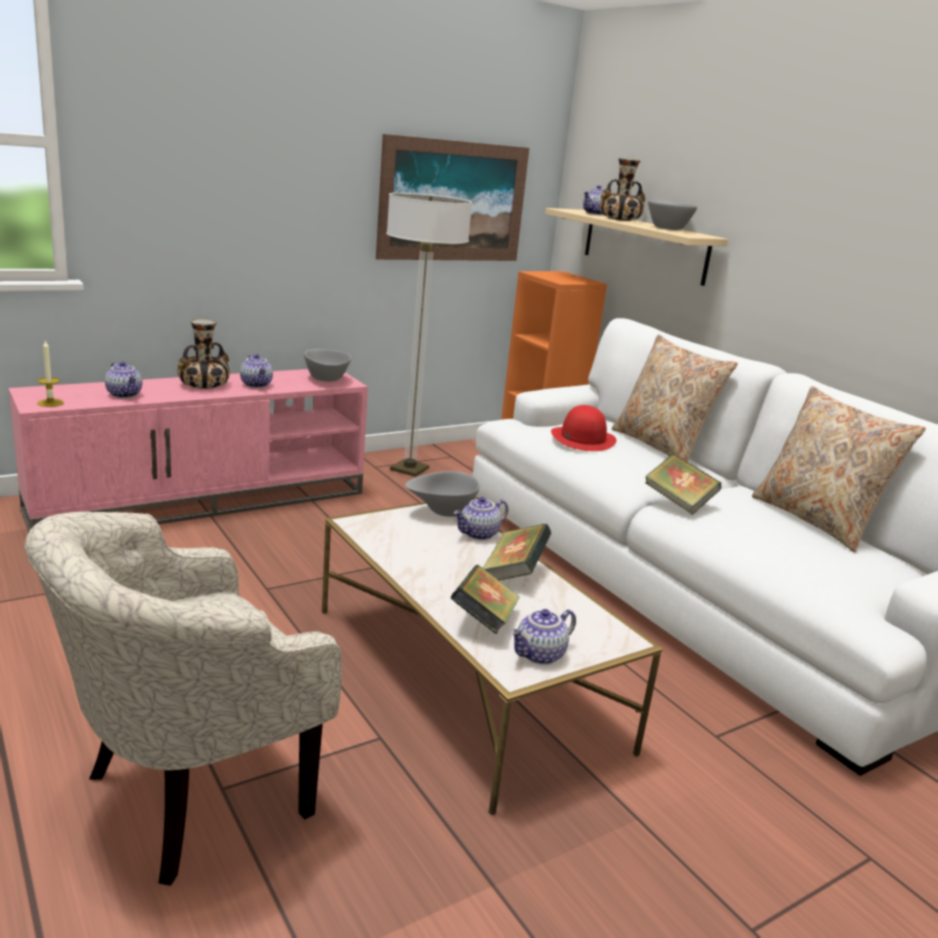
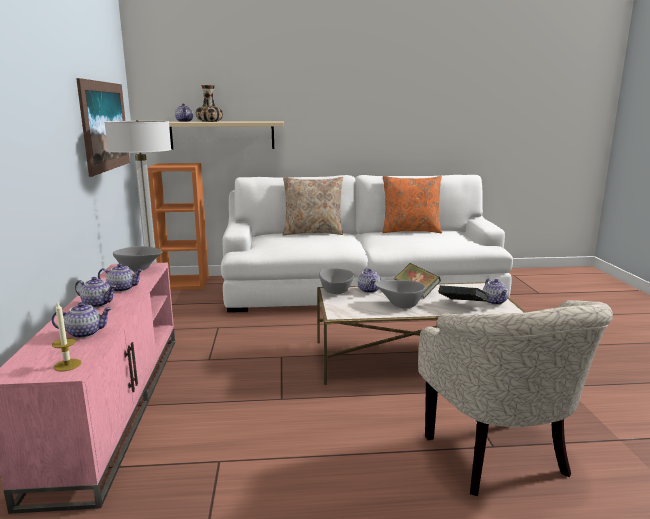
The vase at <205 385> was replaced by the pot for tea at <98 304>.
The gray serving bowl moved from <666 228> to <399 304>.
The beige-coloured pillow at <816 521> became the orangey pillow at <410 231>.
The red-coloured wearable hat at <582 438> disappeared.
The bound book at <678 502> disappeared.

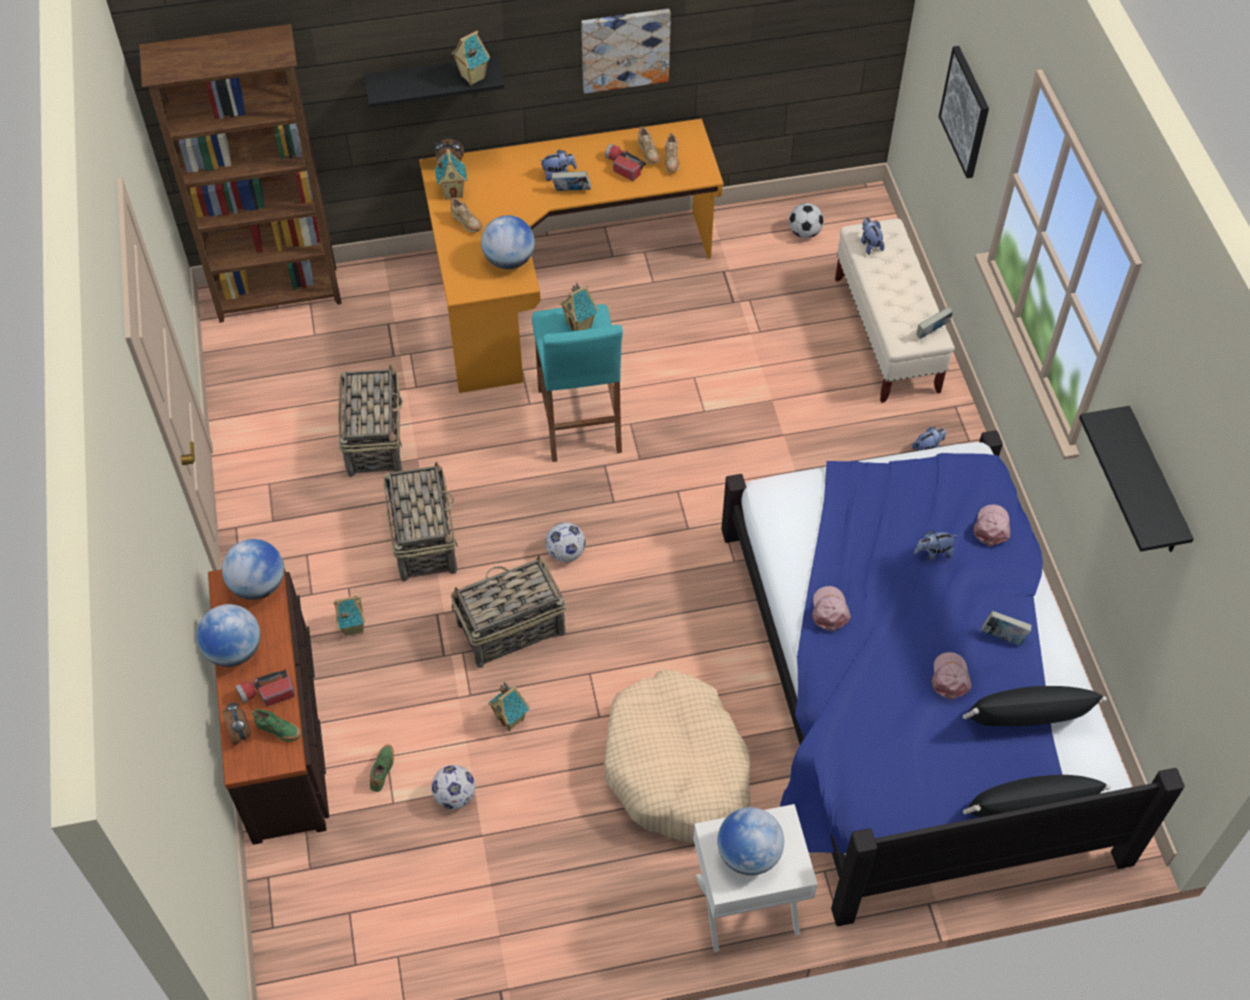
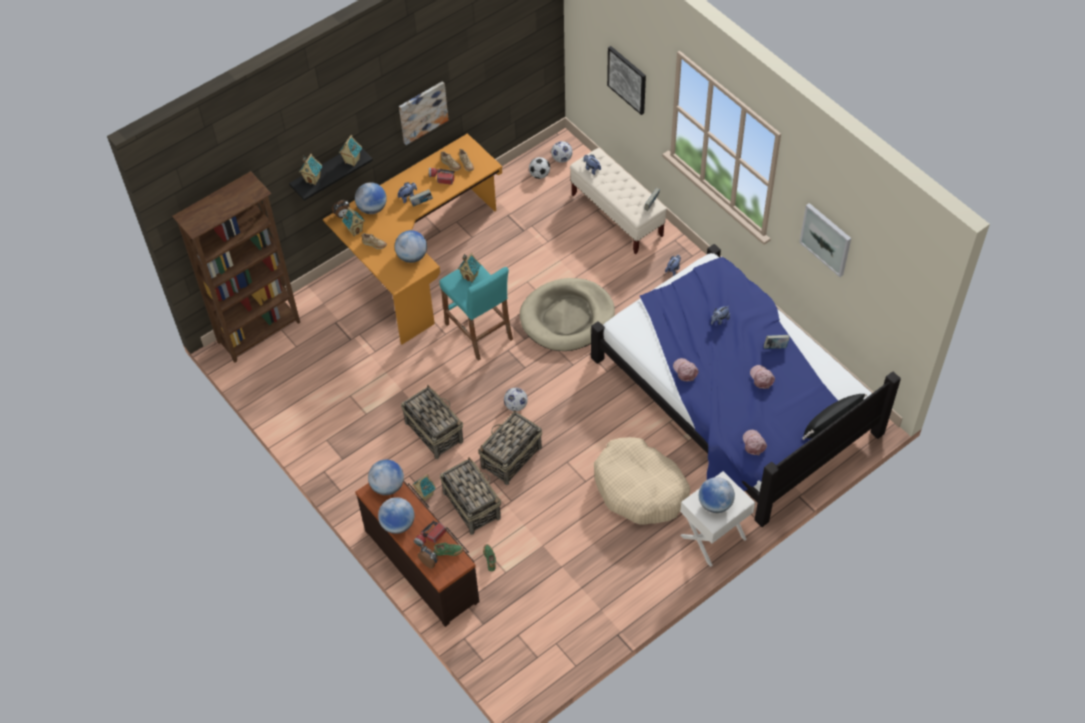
The toy house moved from <511 719> to <313 179>.
The world globe at <372 208> appeared.
The storage basket moved from <375 438> to <471 505>.
The beige-coloured pet bed at <567 317> appeared.
The football moved from <455 796> to <562 159>.
The pinkish cap moved from <992 527> to <754 443>.
The blackish wall shelf at <1154 485> was replaced by the picture at <826 239>.
The blackish pillow at <1027 717> disappeared.

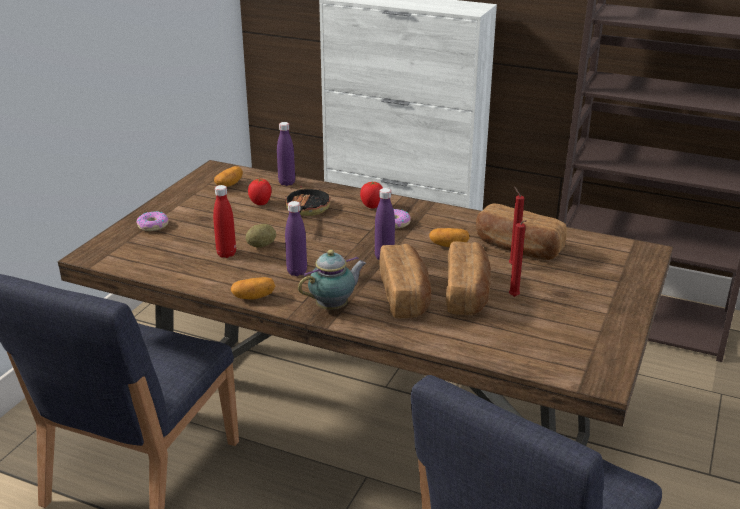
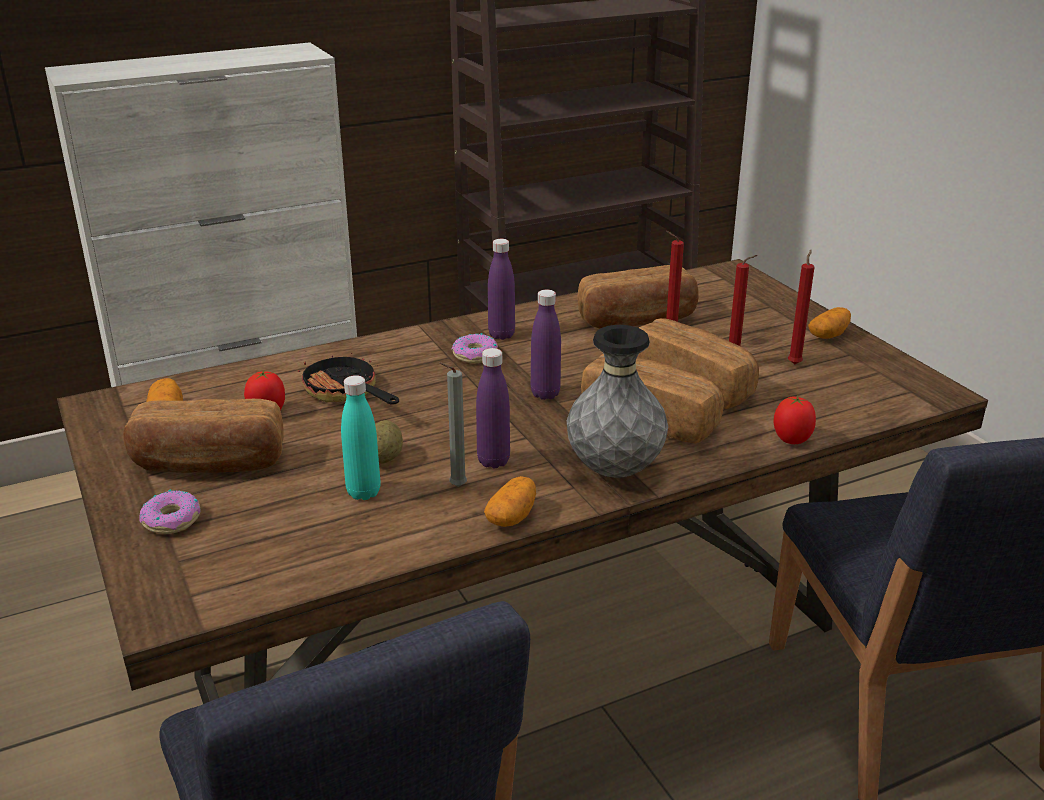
The baked bread at <209 463> appeared.
The red-coloured drink bottle at <226 254> became the turquoise drink bottle at <363 492>.
The gray candle at <455 487> appeared.
The purplish drink bottle moved from <286 183> to <501 335>.
The pot for tea at <334 307> was replaced by the gray vase at <615 471>.
The fresh tomato moved from <372 206> to <792 441>.
The red-coloured candle at <795 363> appeared.
The potato moved from <448 245> to <828 335>.

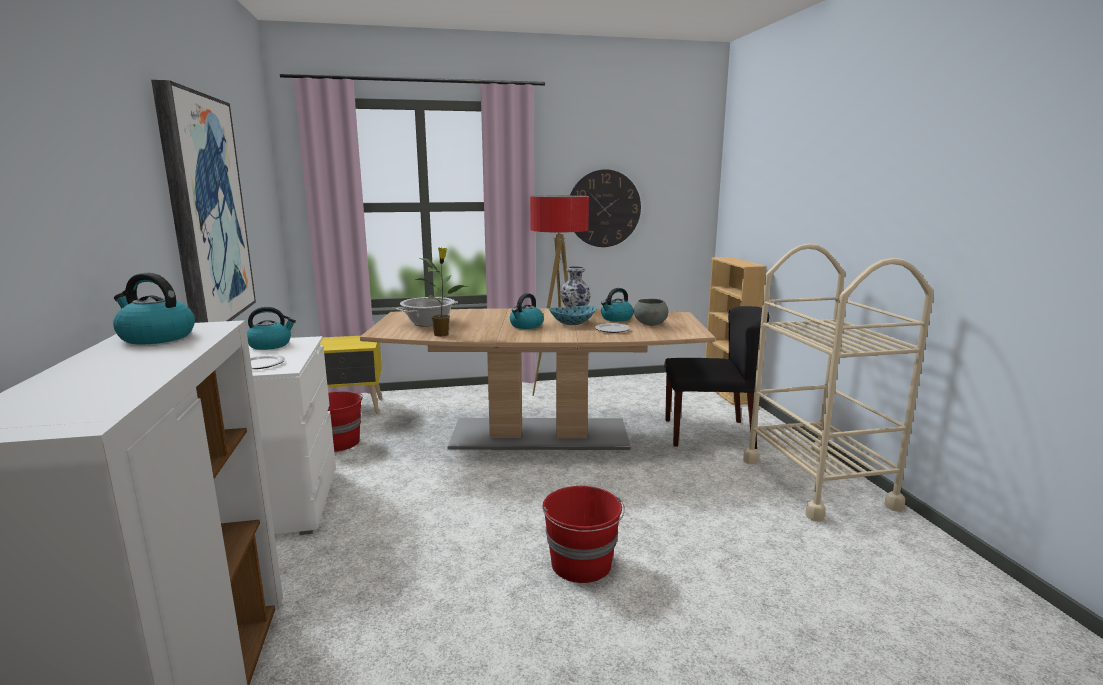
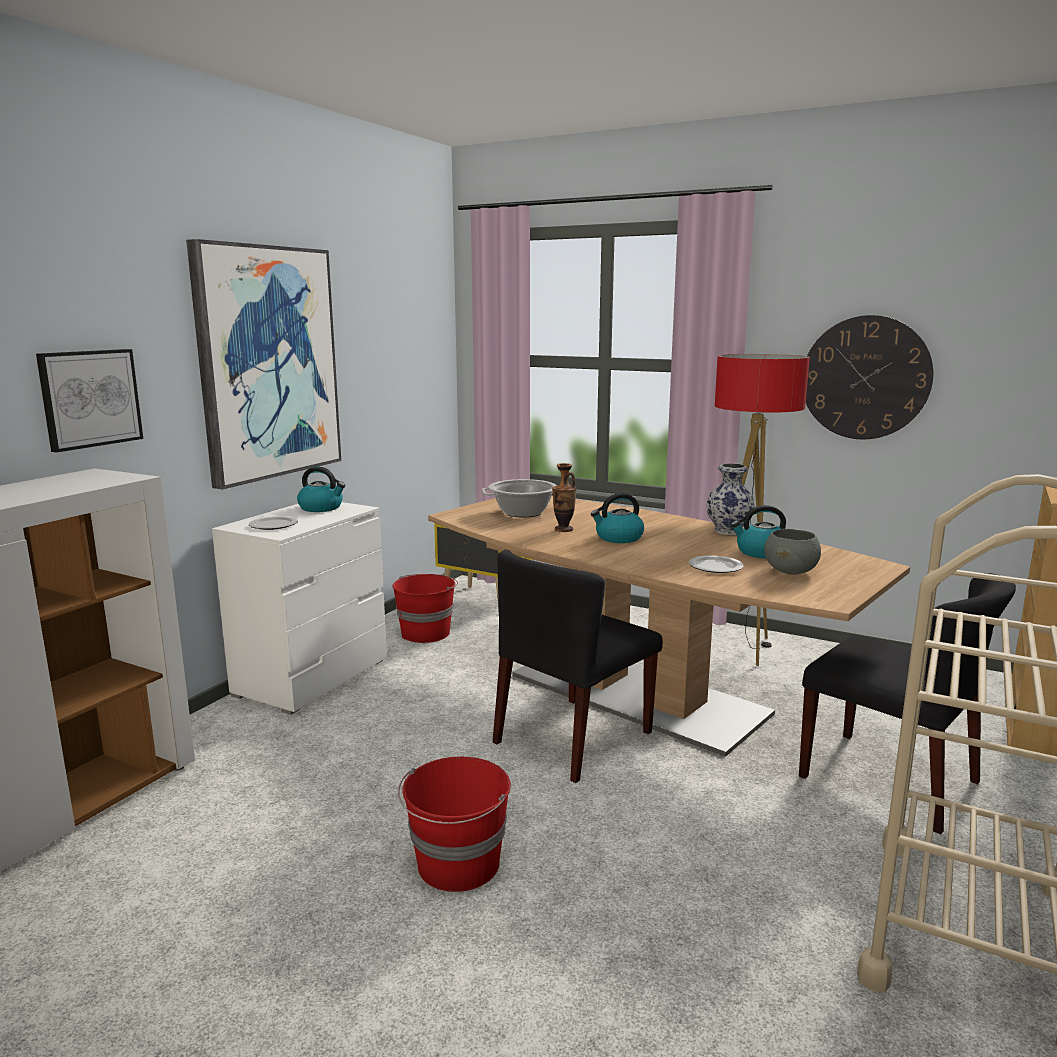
The picture at <90 398> appeared.
The blackish plain chair at <573 738> appeared.
The vase at <563 529> appeared.
The kettle at <156 337> disappeared.
The houseplant at <442 334> disappeared.
The serving bowl at <572 323> disappeared.

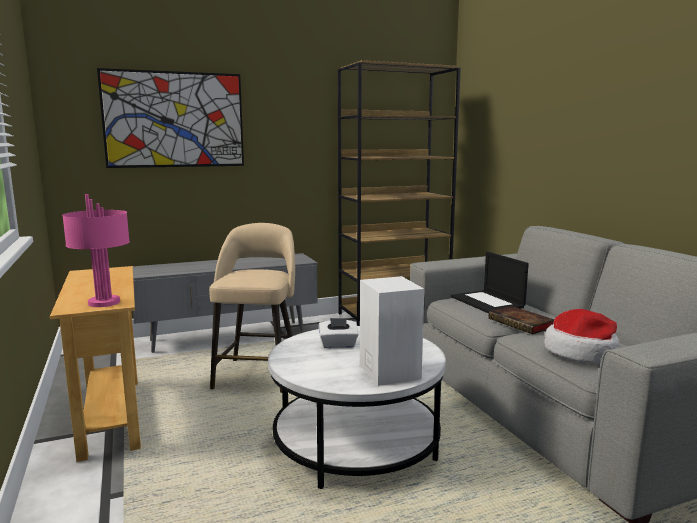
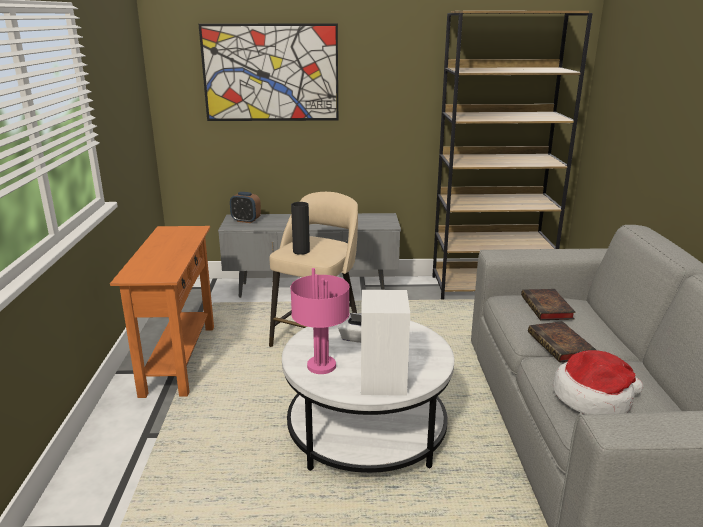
The beige-coloured narrow table at <111 416> became the orangey narrow table at <179 359>.
The alarm clock at <246 221> appeared.
The pinkish lamp for a table moved from <104 302> to <322 365>.
The blackish vase at <301 251> appeared.
The notebook computer at <488 302> was replaced by the bound book at <548 308>.

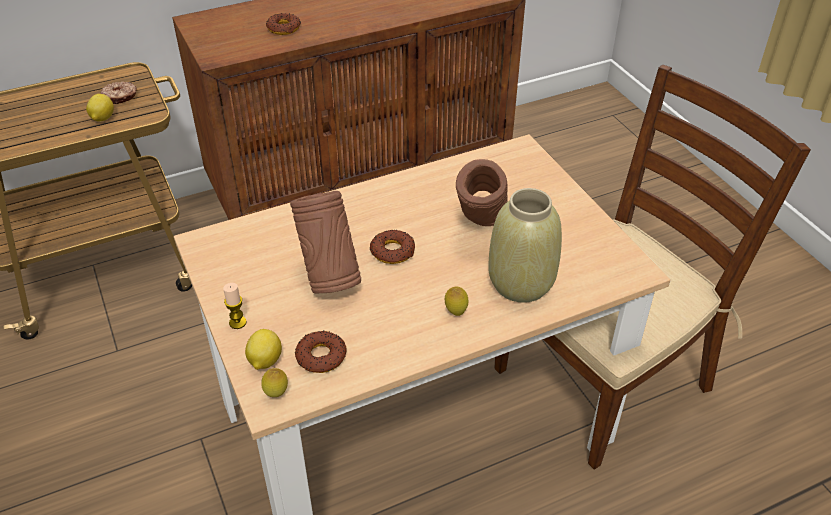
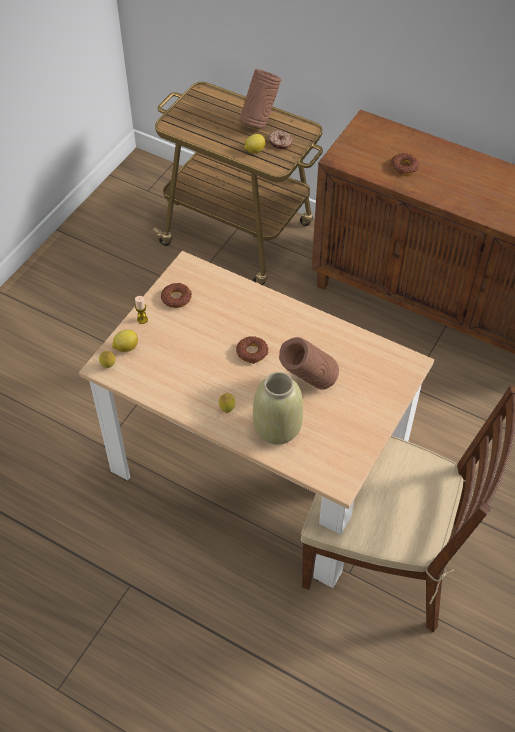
The ring doughnut moved from <321 356> to <176 298>.
The brown vase moved from <329 278> to <259 121>.

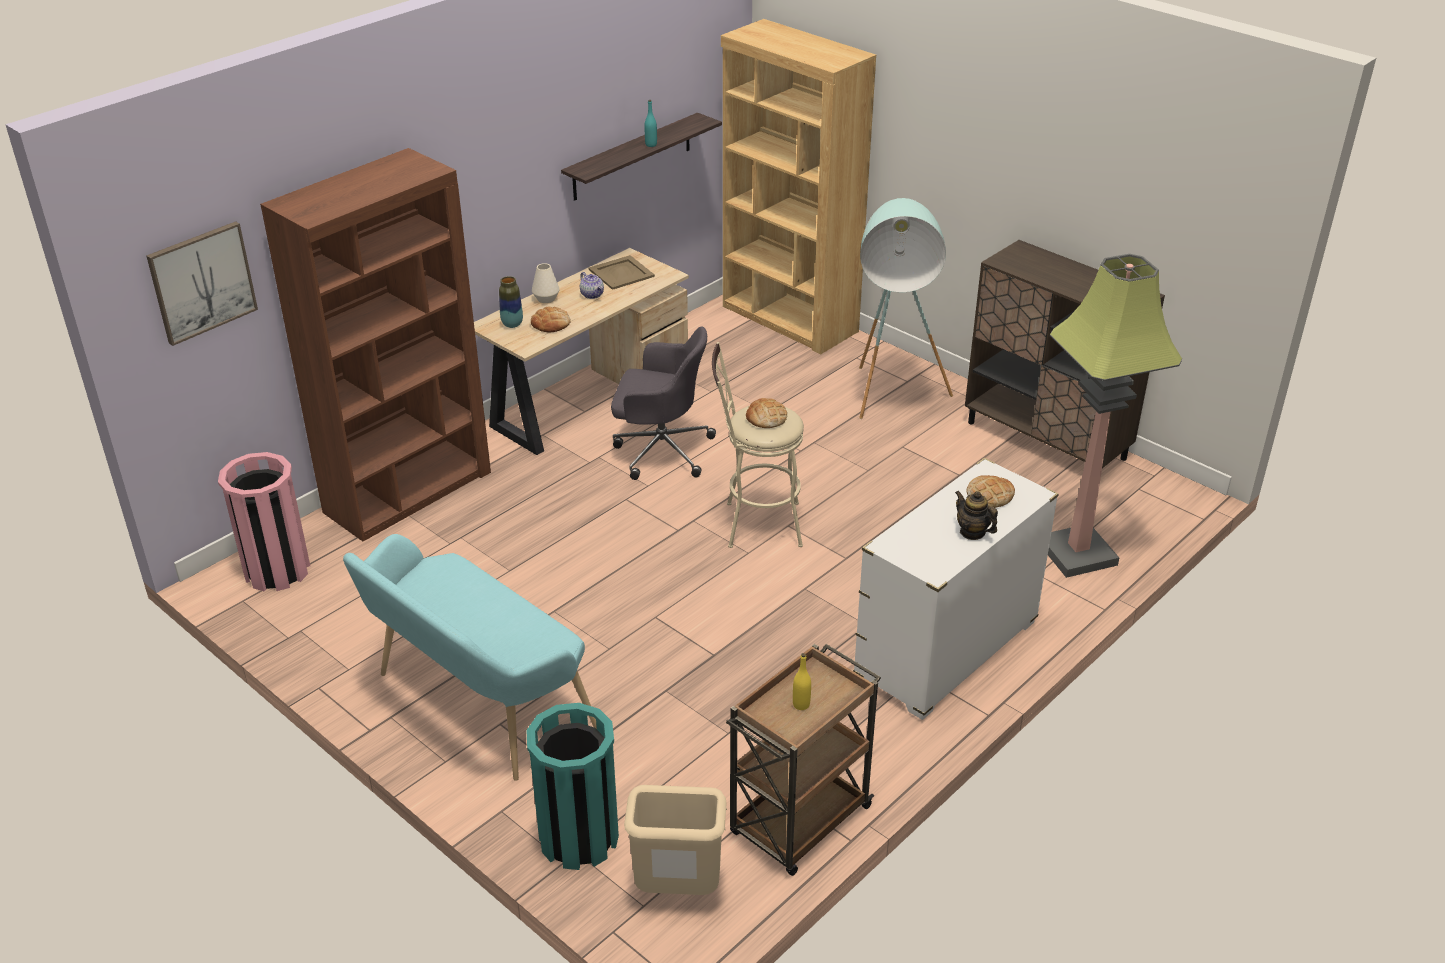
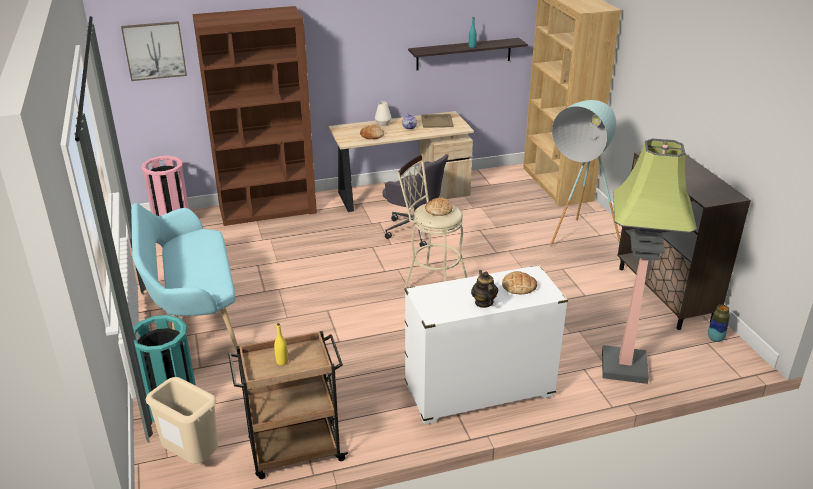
The vase moved from <512 324> to <715 338>.

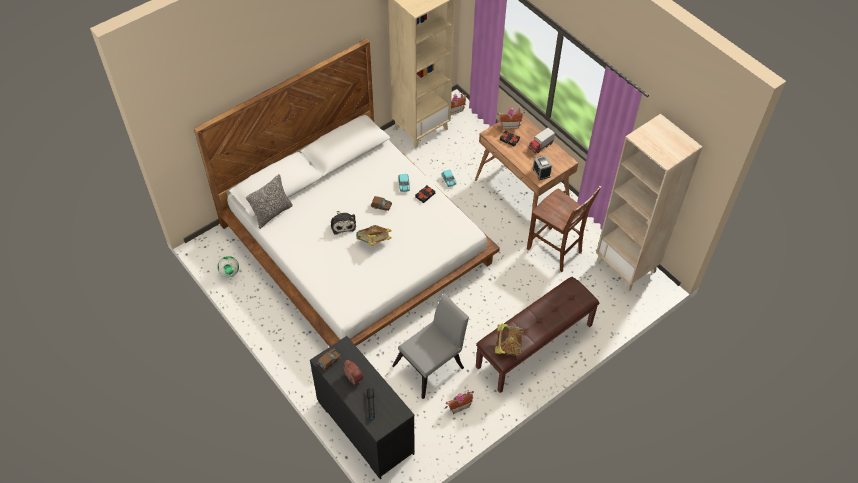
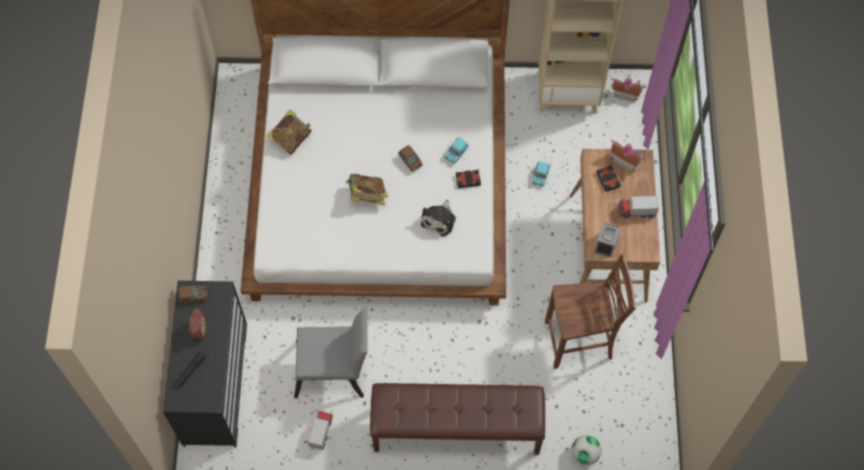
The bound book moved from <508 346> to <291 139>.
The toy house at <458 406> was replaced by the toy lorry at <321 432>.
The soft toy moved from <343 224> to <439 220>.
The brown plain chair at <555 251> turned 90 degrees counterclockwise.
The football moved from <229 272> to <584 454>.
The pillow at <272 213> disappeared.
The beige-coloured shelving unit at <626 266> disappeared.

